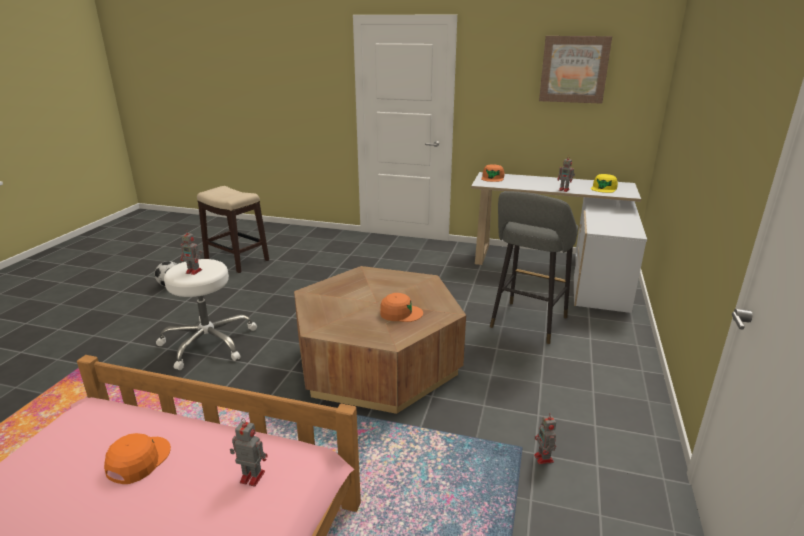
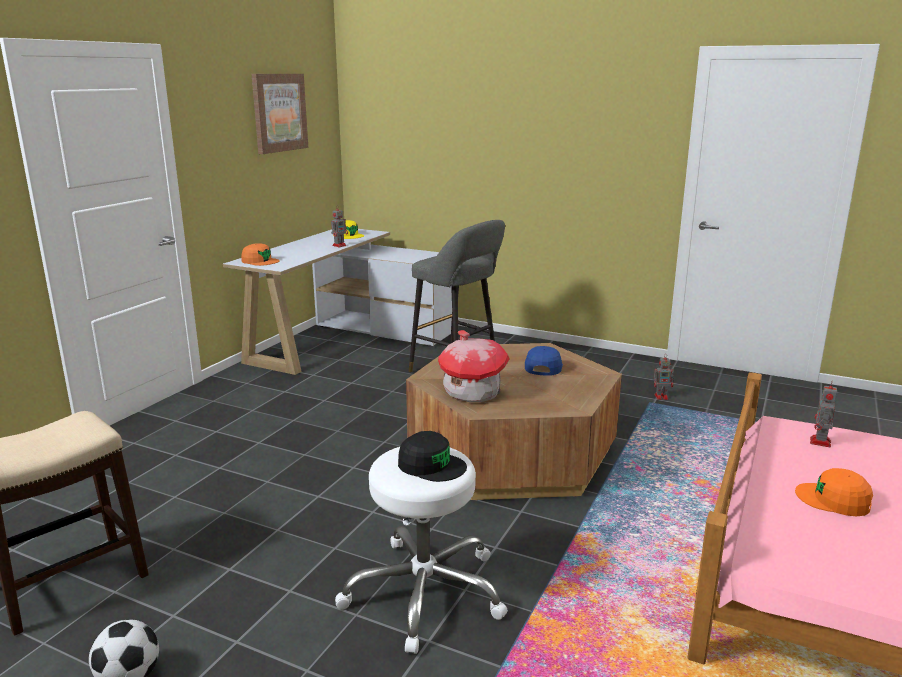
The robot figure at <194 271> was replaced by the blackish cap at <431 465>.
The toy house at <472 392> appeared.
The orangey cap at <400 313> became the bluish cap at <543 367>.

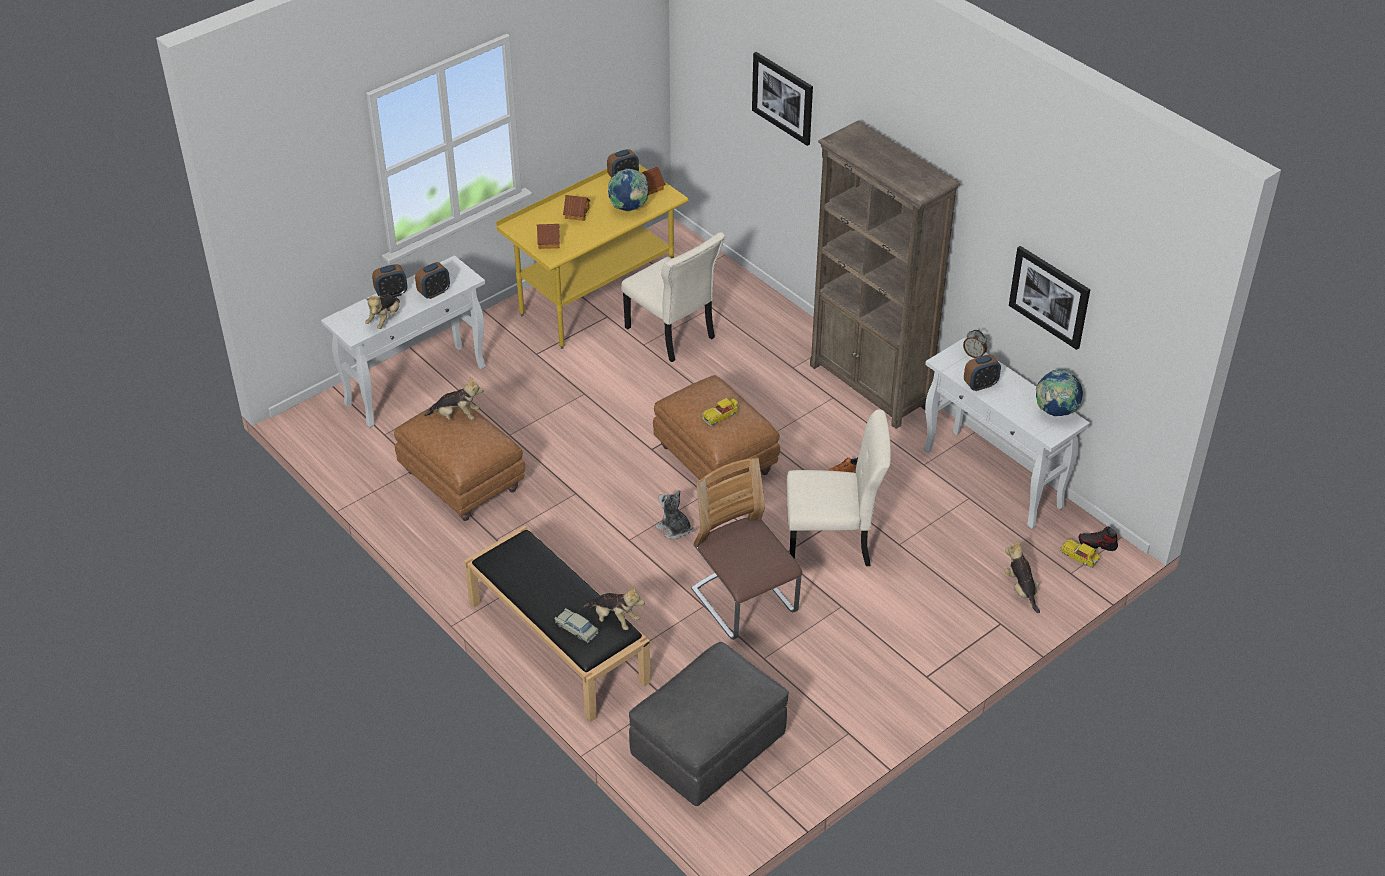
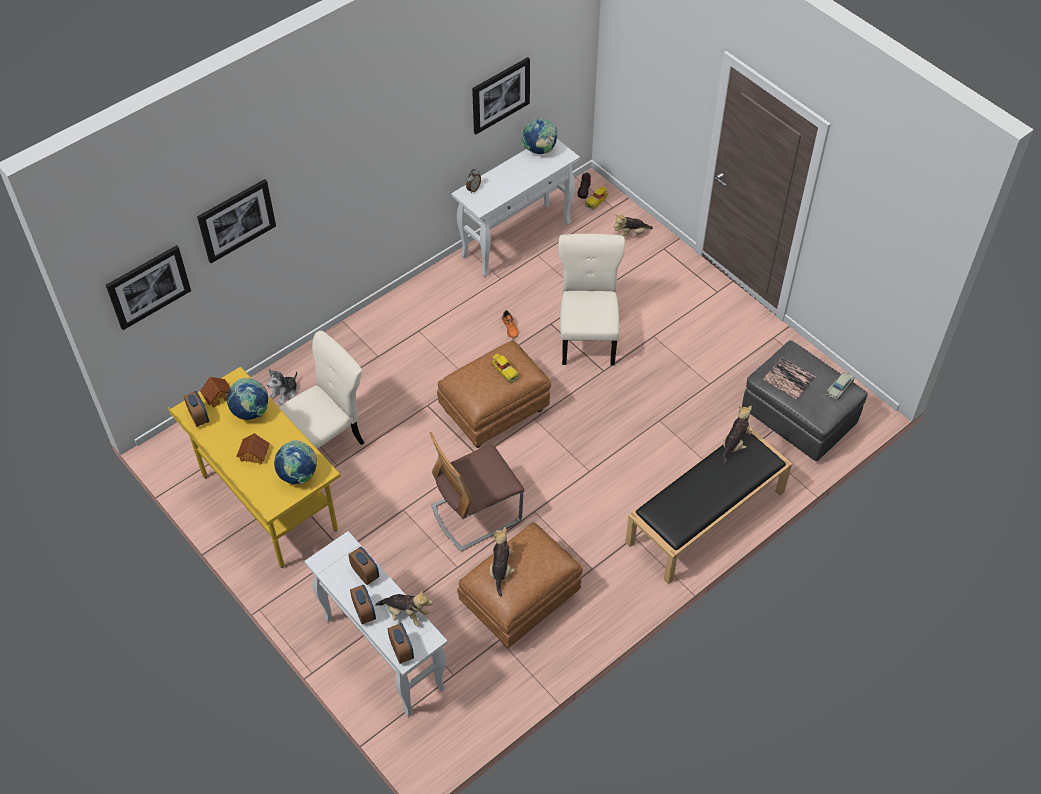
The picture at <148 286> appeared.
The soft toy moved from <674 529> to <285 392>.
The toy house at <549 241> was replaced by the world globe at <298 475>.
The alarm clock moved from <980 385> to <402 651>.
The plain chair moved from <744 602> to <476 514>.
The bound book at <789 379> appeared.
The beige-coloured miniature car moved from <576 629> to <839 388>.
The brown shelving unit at <870 386> disappeared.

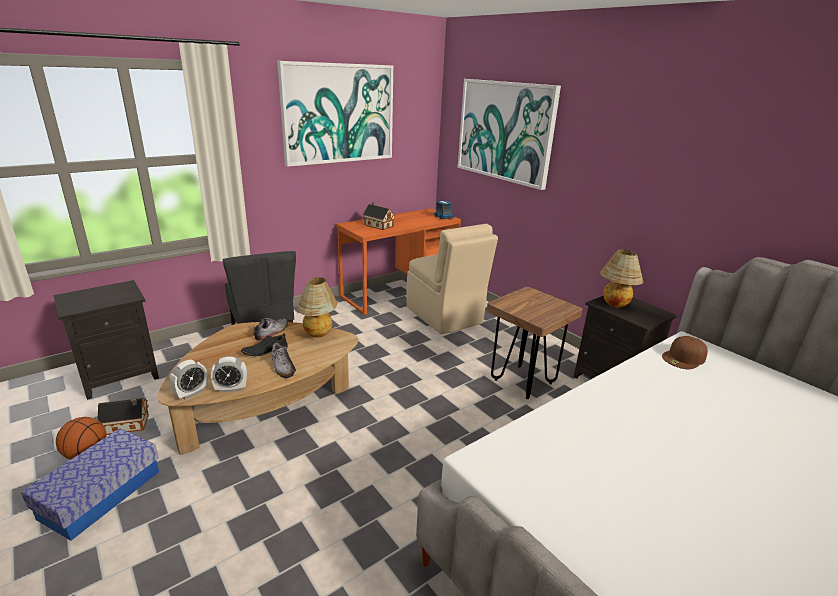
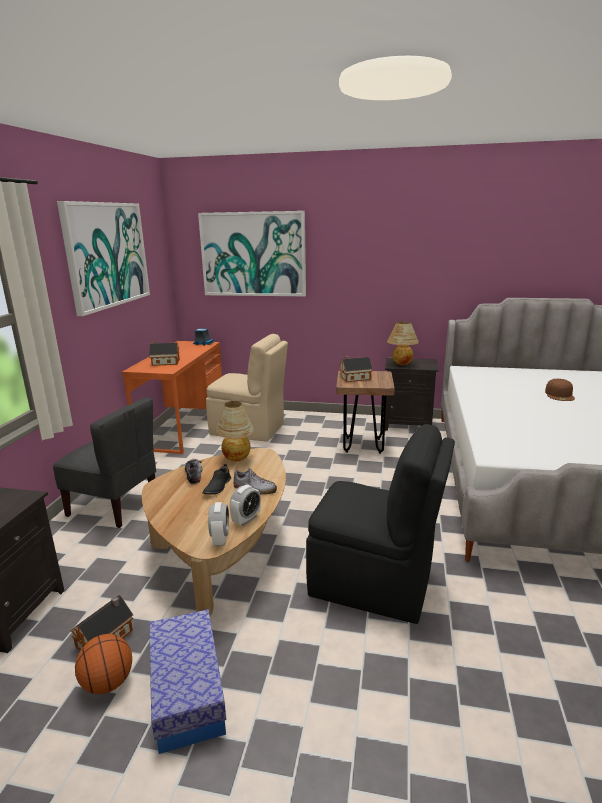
The blackish plain chair at <374 583> appeared.
The toy house at <354 378> appeared.
The brown cap moved from <684 358> to <559 395>.

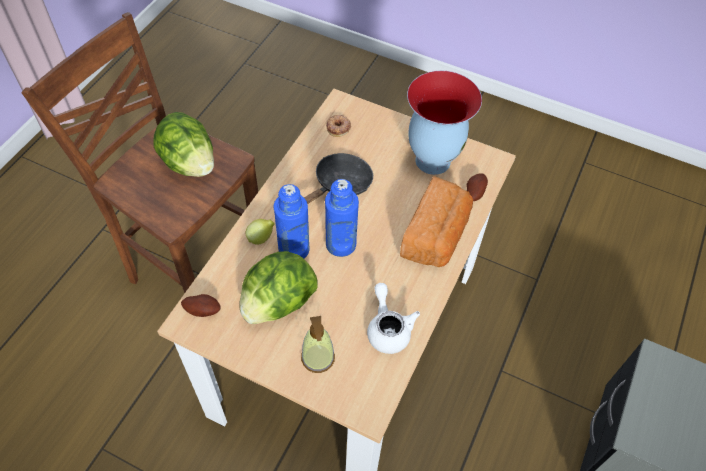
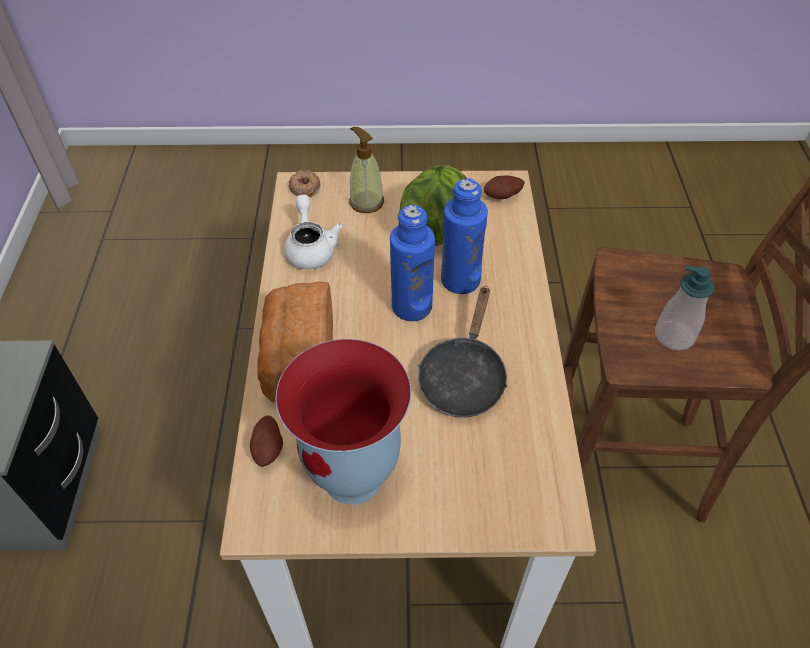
The white-coloured pot for tea at <388 328> turned 150 degrees counterclockwise.
The ring doughnut moved from <338 127> to <304 187>.
The lettuce head at <189 163> was replaced by the soap bottle at <674 336>.
The lemon at <261 238> disappeared.

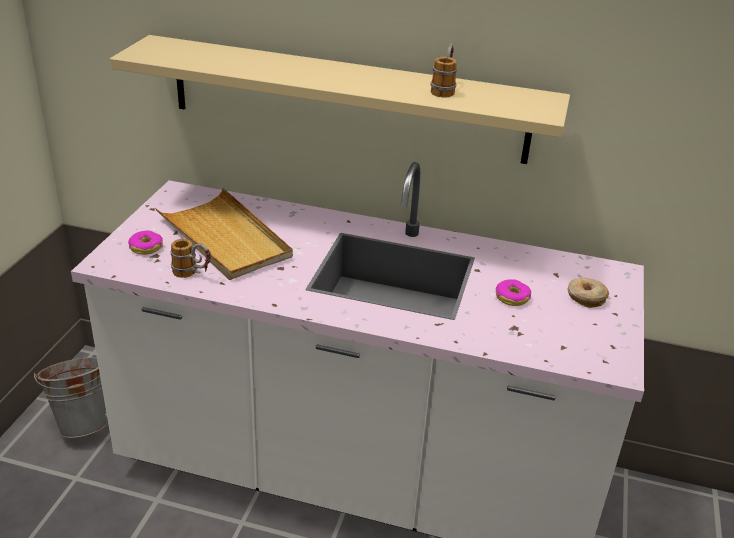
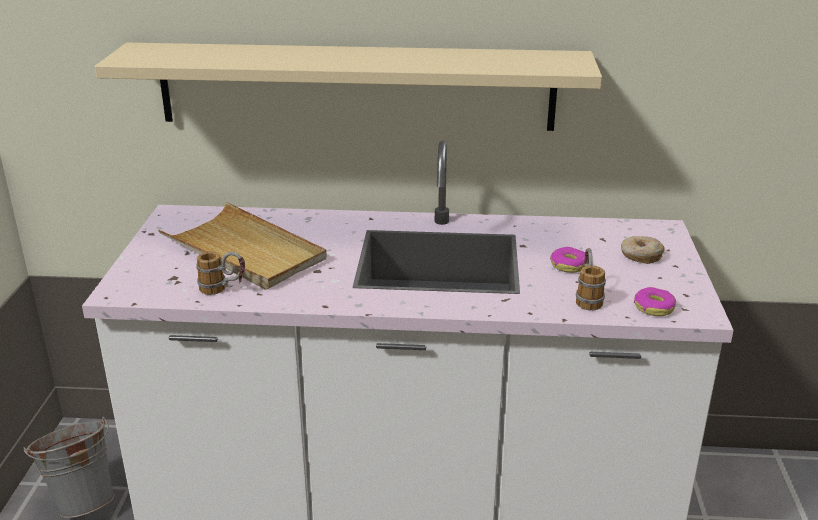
The mug moved from <444 89> to <587 297>.
The ring doughnut moved from <146 247> to <654 307>.

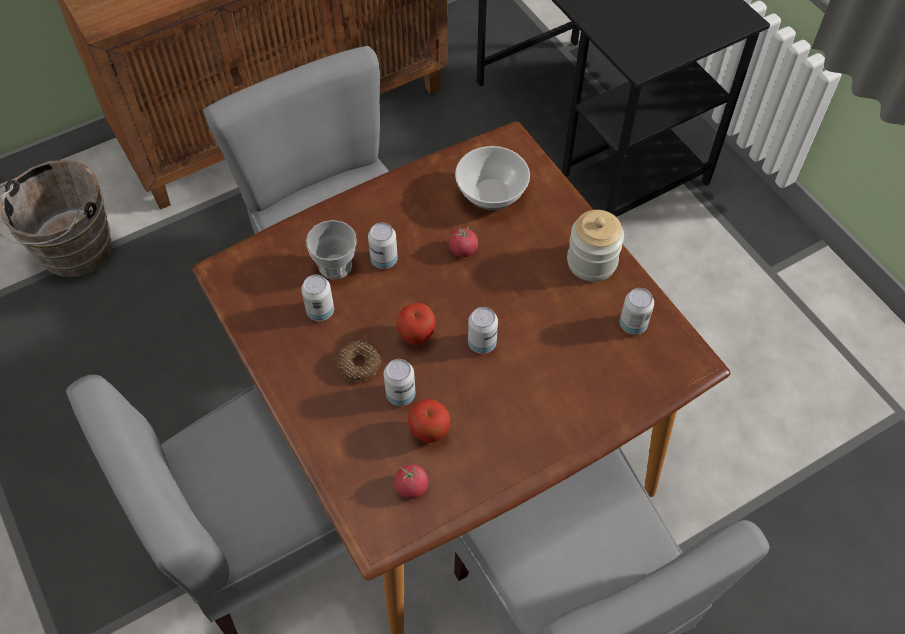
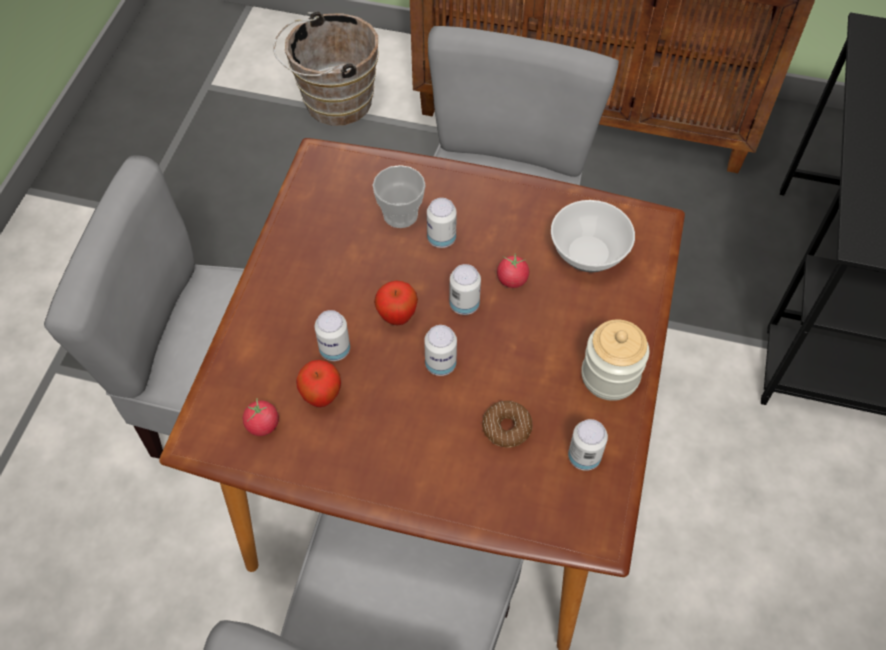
The metal can moved from <320 311> to <464 304>.
The ring doughnut moved from <359 365> to <506 427>.

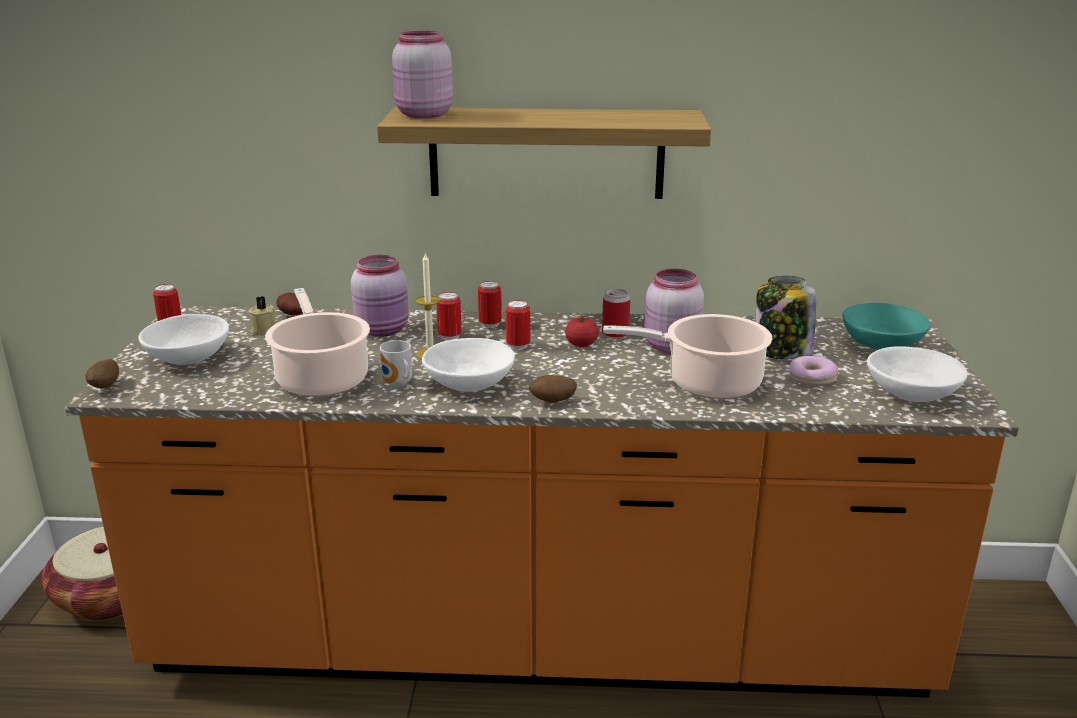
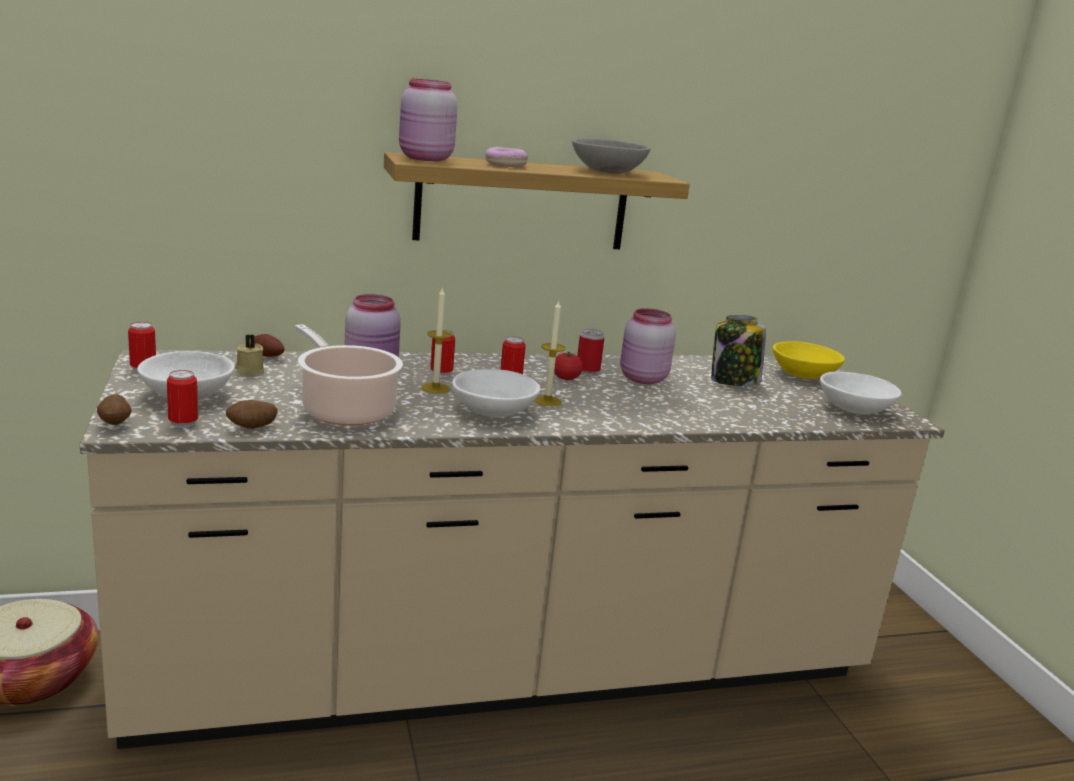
The orangey kitchen base unit at <538 639> became the beige-coloured kitchen base unit at <507 668>.
The metal can moved from <490 324> to <183 423>.
The potato moved from <552 401> to <252 428>.
The ring doughnut moved from <812 378> to <505 165>.
The candle at <547 401> appeared.
The gray serving bowl at <608 172> appeared.
The turquoise serving bowl at <881 345> became the yellowish serving bowl at <803 375>.
The mug at <397 384> disappeared.
The cooking pot at <707 383> disappeared.

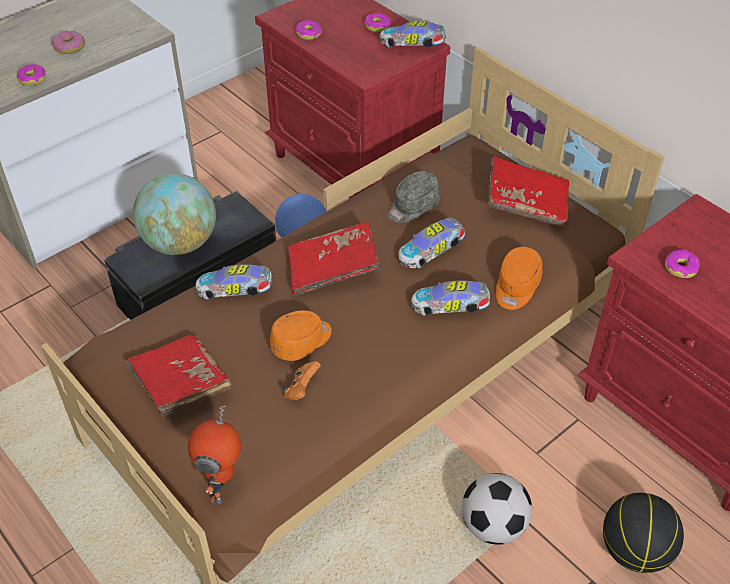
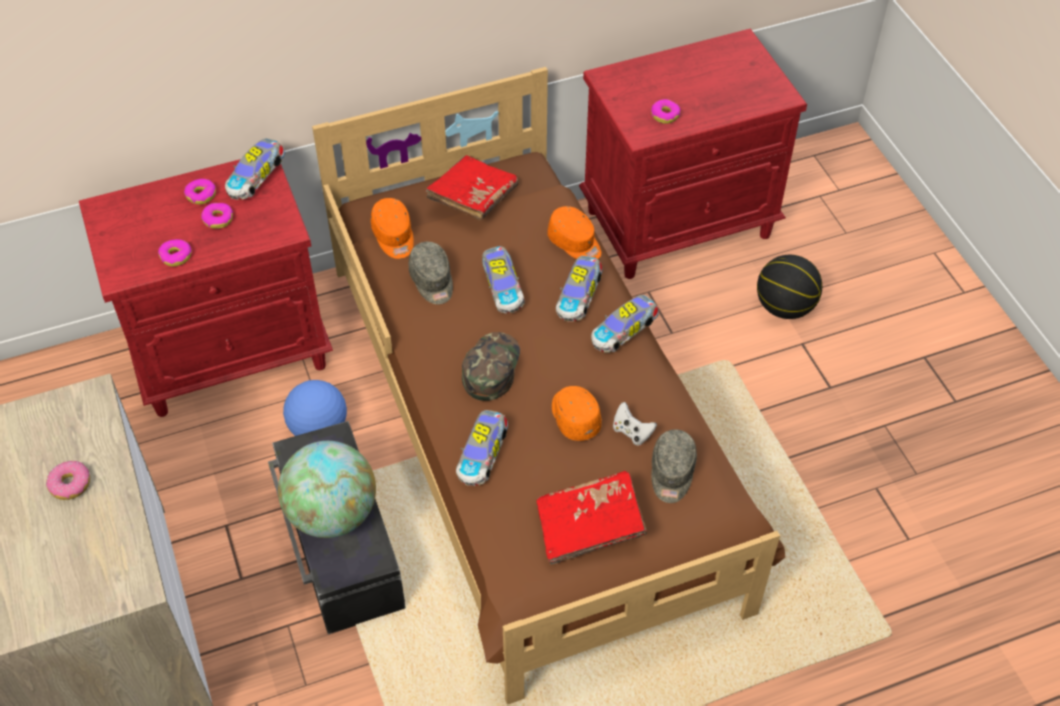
The ring doughnut moved from <32 79> to <218 219>.
The orangey cap at <394 237> appeared.
The red-coloured bound book at <333 269> was replaced by the greenish cap at <490 368>.
The miniature car at <624 331> appeared.
The orangey joypad at <301 389> became the white-coloured joypad at <632 432>.
The gray cap at <672 473> appeared.
The robot figure at <223 487> disappeared.
The football at <493 526> disappeared.

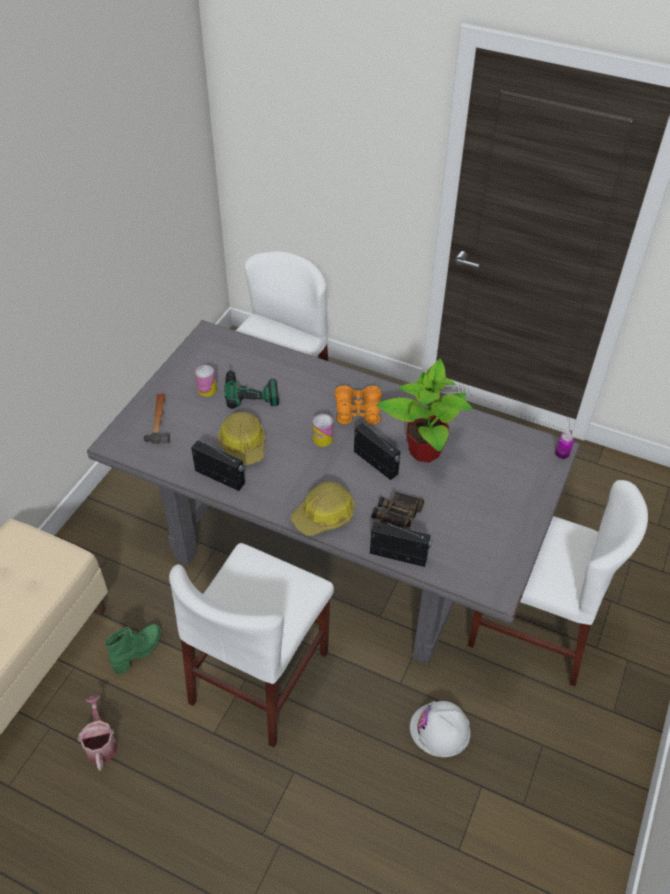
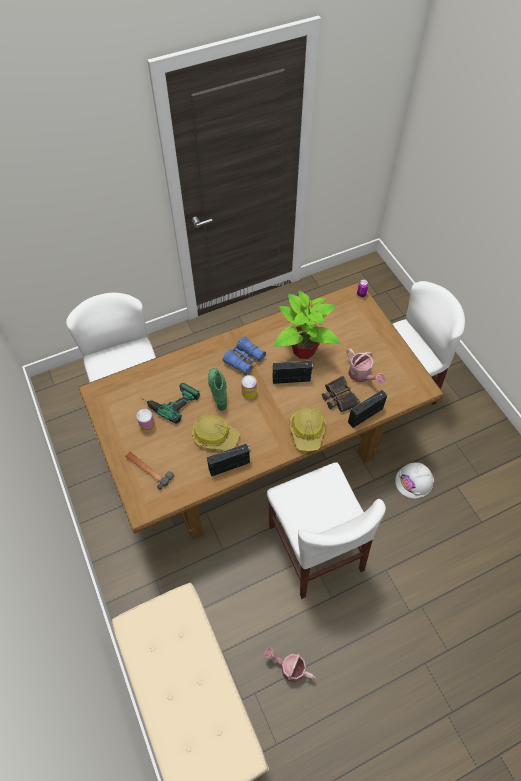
The gray kitchen table at <331 546> became the brown kitchen table at <259 448>.
The greenish boot moved from <138 652> to <218 391>.
The orangey field glasses at <358 411> became the bluish field glasses at <244 360>.
The watering pot at <361 375> appeared.

